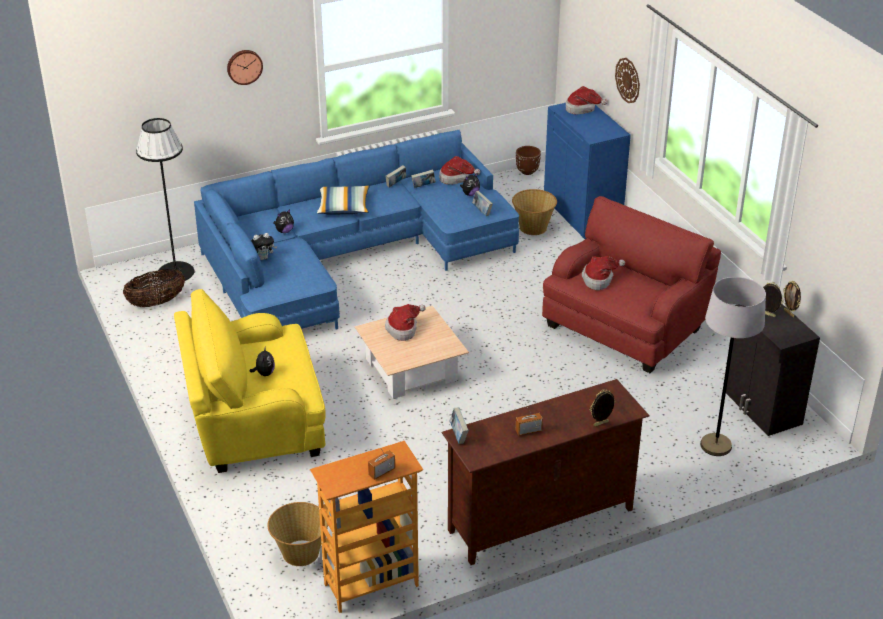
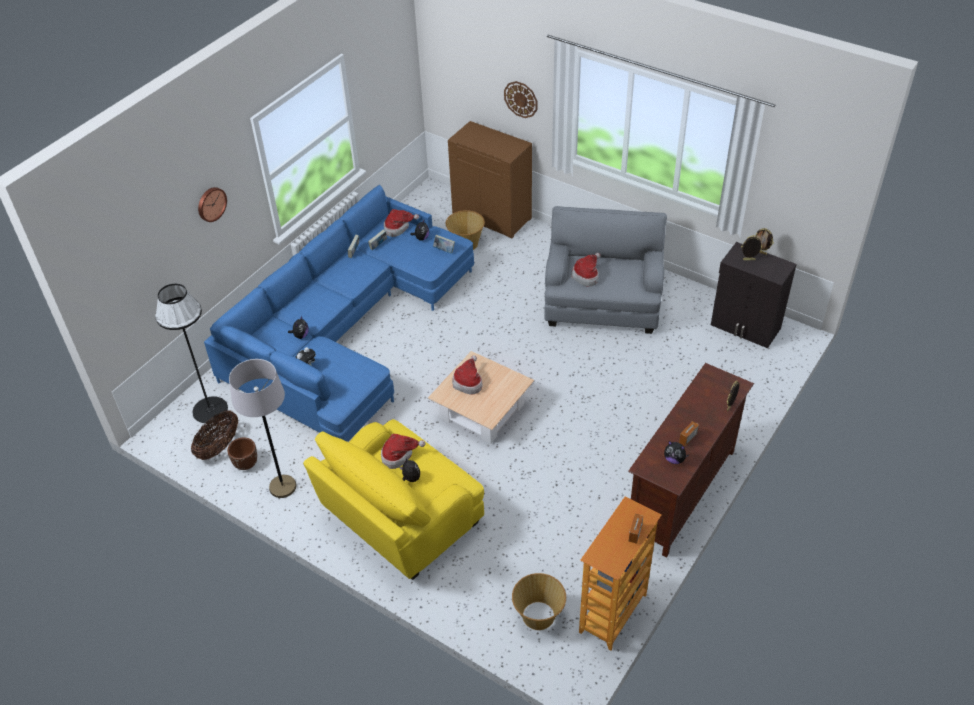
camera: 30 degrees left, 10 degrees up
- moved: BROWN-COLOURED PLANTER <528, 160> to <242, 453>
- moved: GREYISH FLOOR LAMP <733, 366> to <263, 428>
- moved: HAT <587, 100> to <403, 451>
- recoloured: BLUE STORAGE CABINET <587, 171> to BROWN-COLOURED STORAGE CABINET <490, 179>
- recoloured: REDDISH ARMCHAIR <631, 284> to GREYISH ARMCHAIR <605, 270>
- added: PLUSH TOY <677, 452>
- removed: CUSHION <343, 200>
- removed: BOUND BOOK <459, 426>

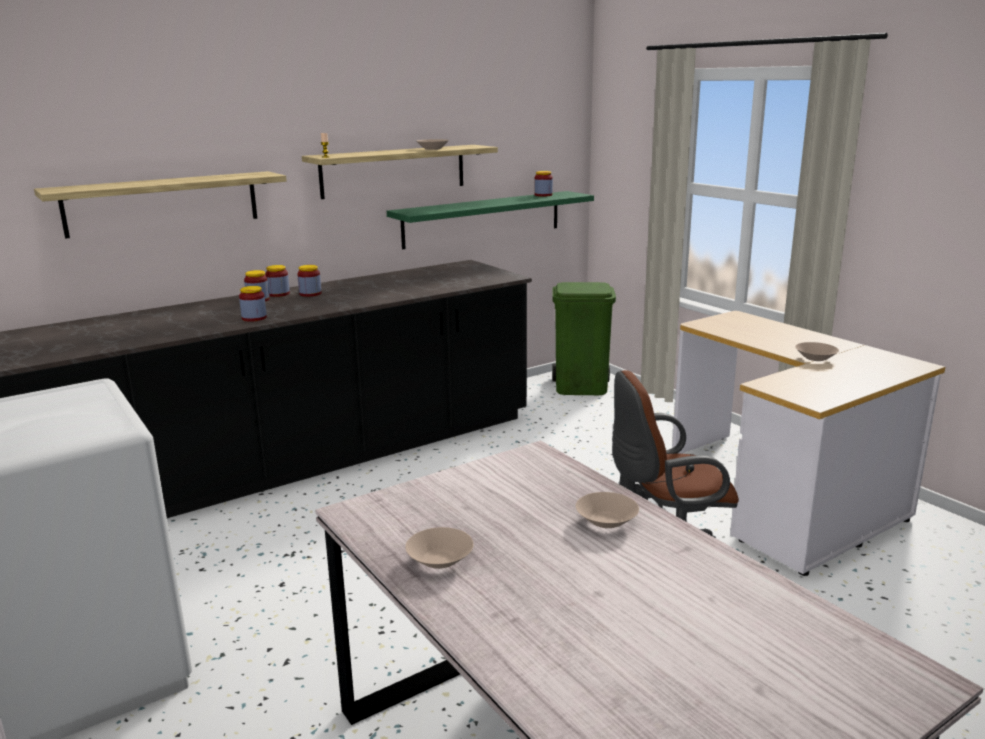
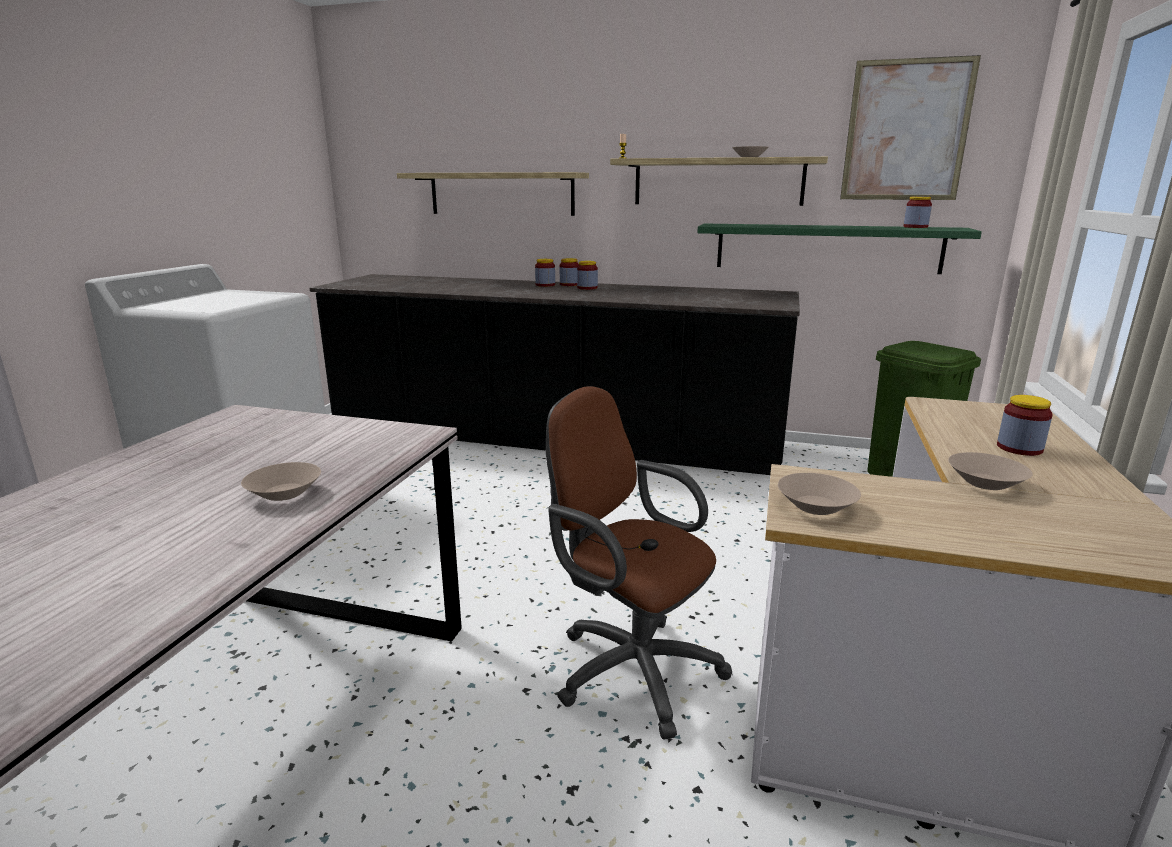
camera: 50 degrees right, 0 degrees up
- moved: BEIGE-COLOURED DEEP DISH <439, 548> to <819, 494>
- added: WALL ART <910, 127>
- moved: PRESERVE JAR <253, 304> to <1025, 425>

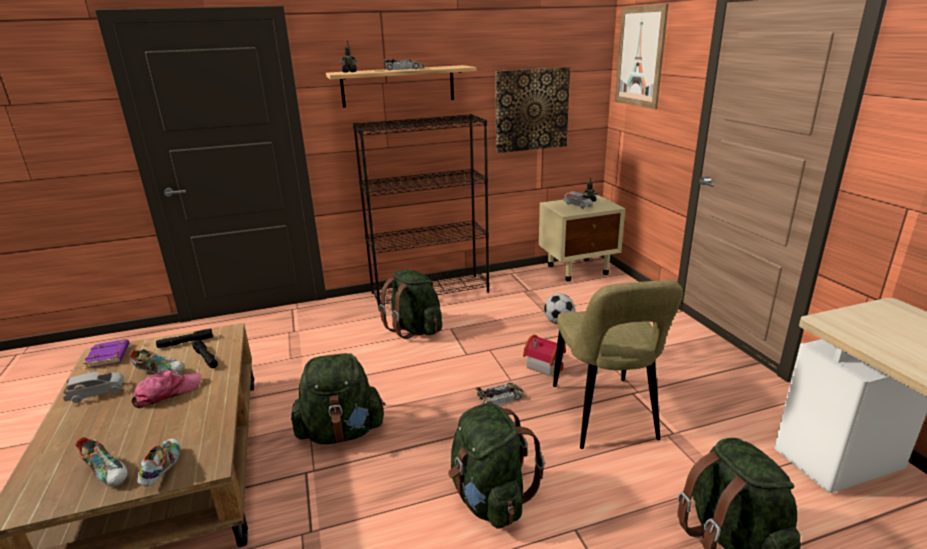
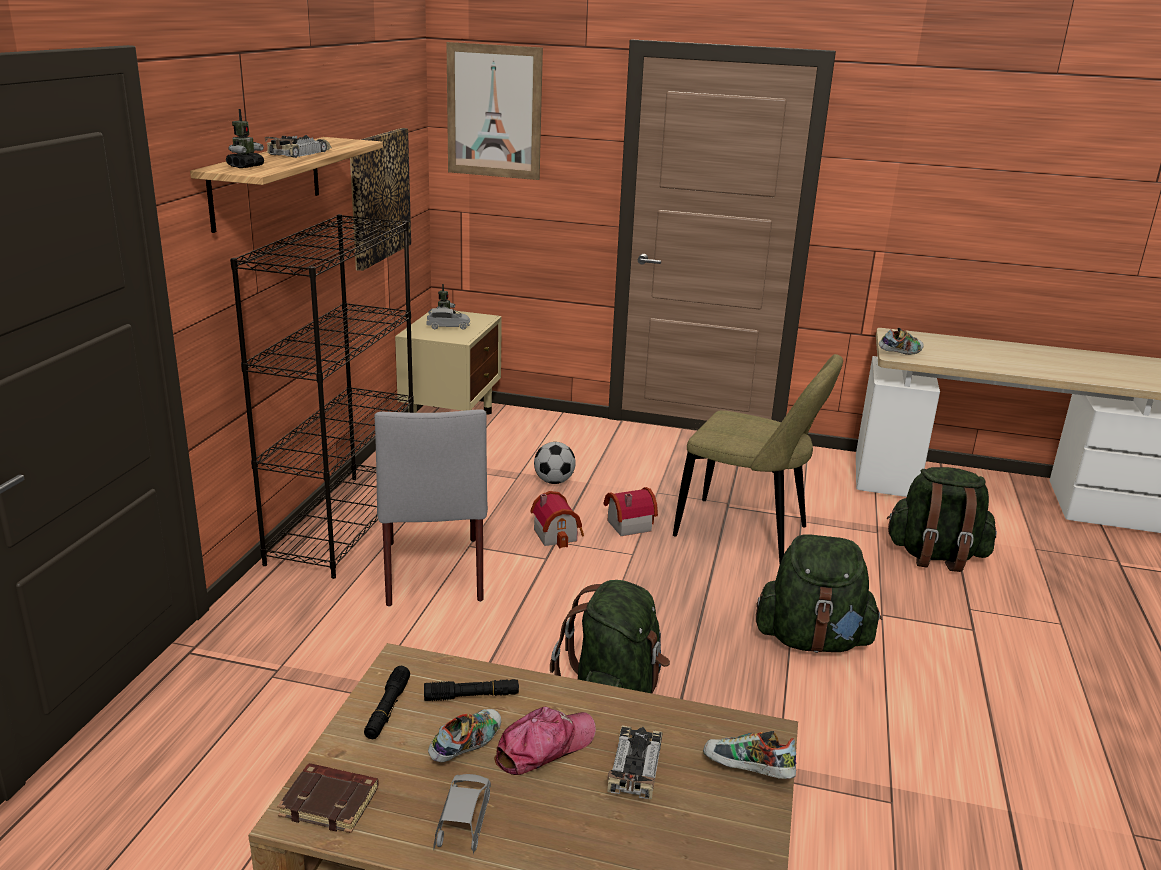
camera: 60 degrees left, 0 degrees up
- recoloured: PURPLISH BOUND BOOK <106, 354> to BROWN-COLOURED BOUND BOOK <328, 798>
- replaced: GREEN-COLOURED BACKPACK <410, 304> to GREYISH PLAIN CHAIR <431, 508>
- turned: PEAKED CAP <166, 388> = <545, 741> 60 degrees clockwise
- added: MINIATURE HOUSE <557, 519>
- moved: TOY CAR <501, 393> to <634, 762>
- moved: ITEM OF FOOTWEAR <101, 462> to <901, 341>

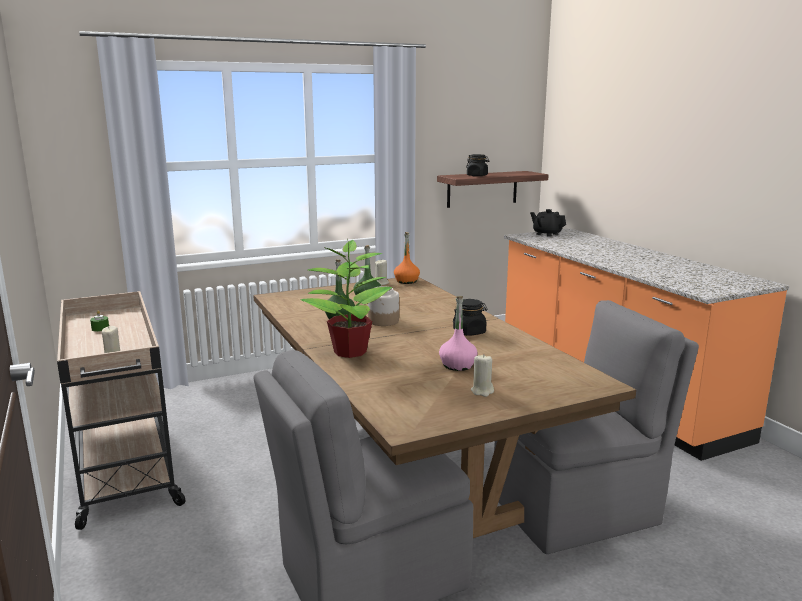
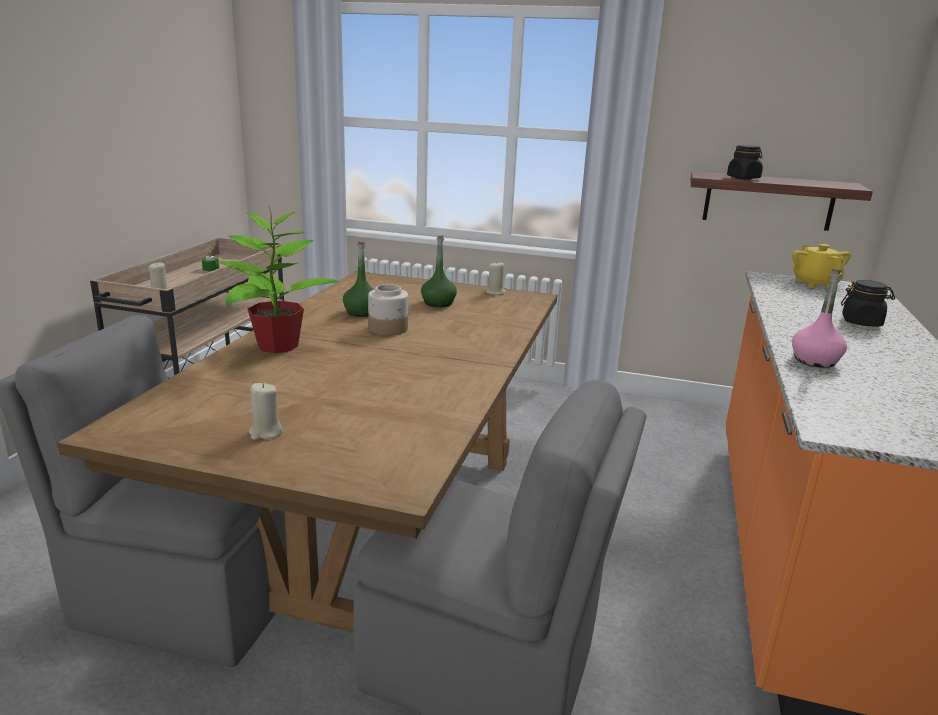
camera: 40 degrees right, 5 degrees up
- recoloured: BLACK-COLOURED TEAPOT <548, 223> to YELLOW TEAPOT <821, 266>
- moved: PINK-COLOURED BOTTLE <458, 333> to <819, 318>
- moved: BLACK-COLOURED PRESERVE JAR <470, 317> to <868, 303>
- removed: ORANGEY BOTTLE <407, 258>

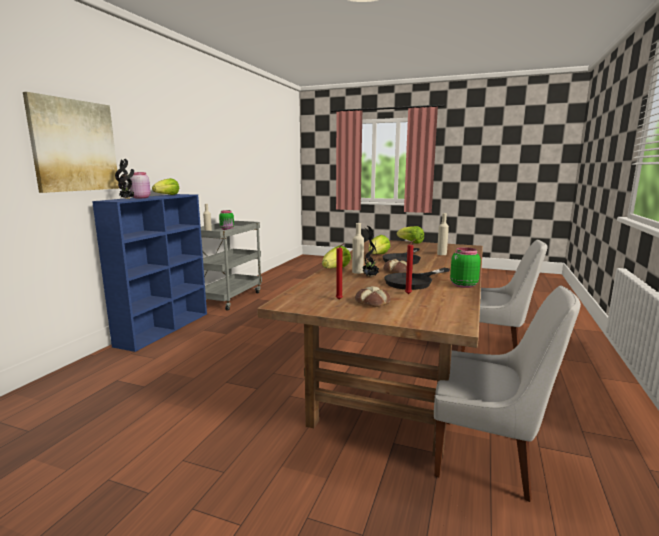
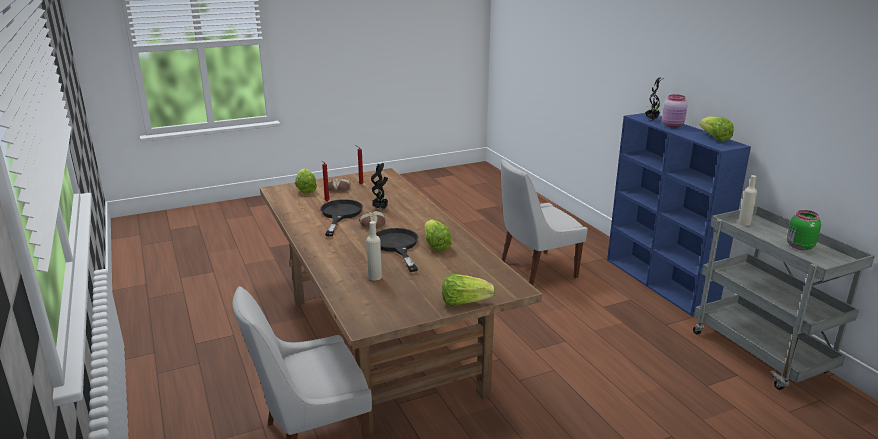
camera: 135 degrees right, 10 degrees up
- moved: LETTUCE HEAD <336, 256> to <306, 181>
- moved: WHITISH PLAIN CHAIR <507, 394> to <544, 222>
- removed: WALL ART <71, 142>
- removed: BEIGE-COLOURED BOTTLE <358, 248>
- removed: GREEN-COLOURED PRESERVE JAR <465, 267>

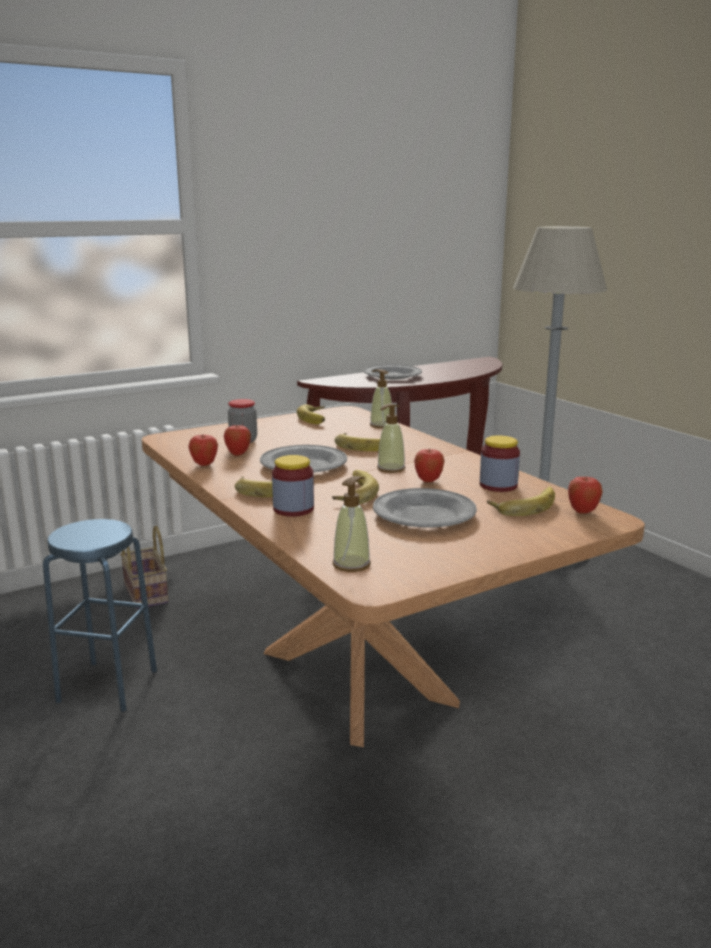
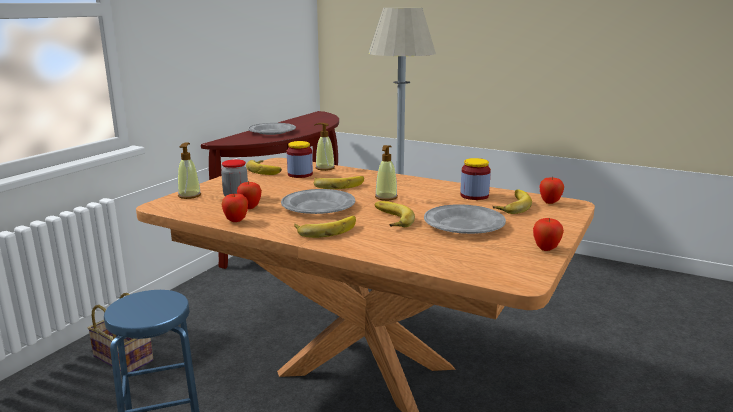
camera: 30 degrees left, 0 degrees up
- moved: SOAP BOTTLE <352, 524> to <189, 171>
- moved: PRESERVE JAR <293, 486> to <300, 159>
- moved: WHOLE APPLE <429, 465> to <548, 234>

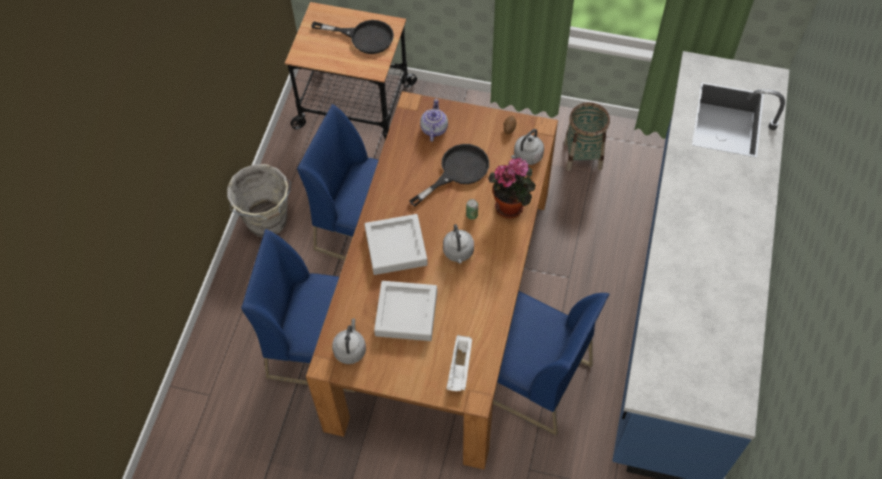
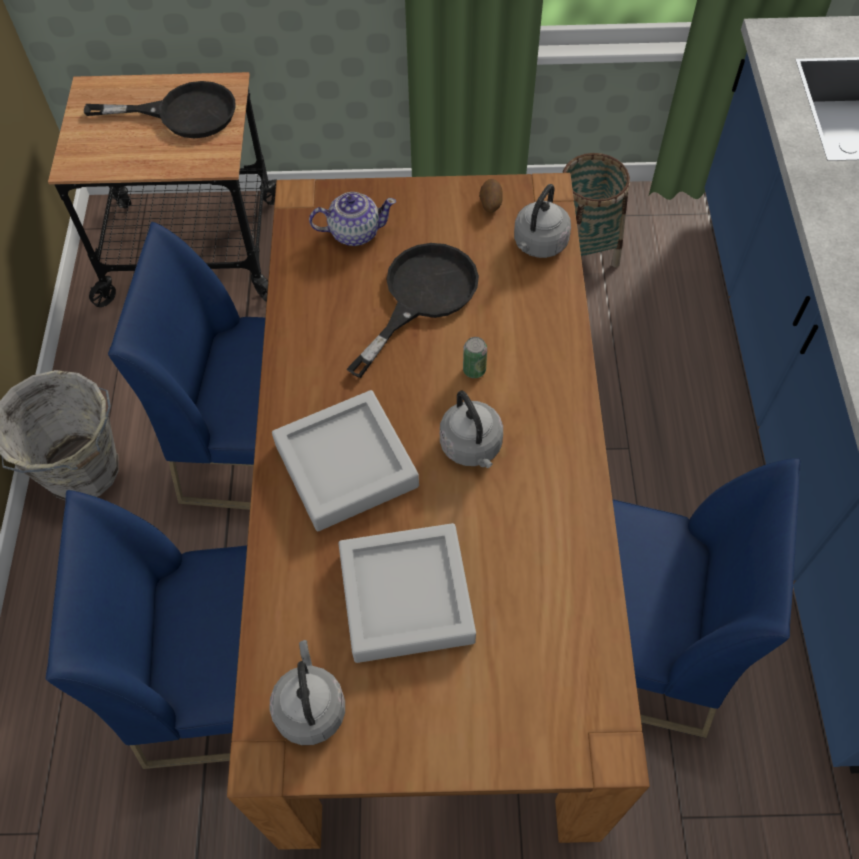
camera: 15 degrees left, 0 degrees up
- turned: TEAPOT <434, 120> = <352, 219> 90 degrees clockwise
- removed: WHITISH SERVING TRAY <459, 363>
- removed: PLANT IN A POT <512, 188>

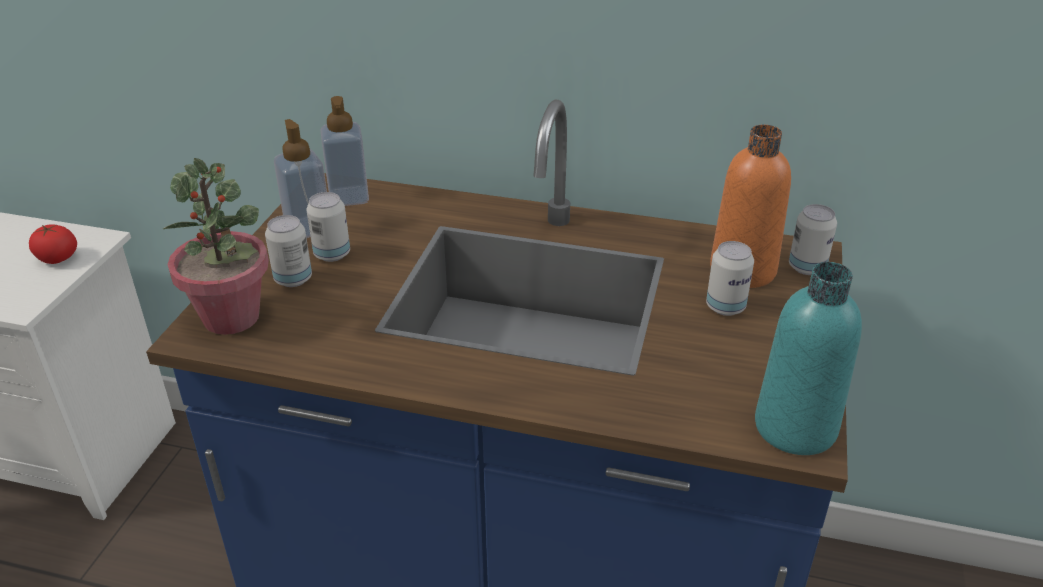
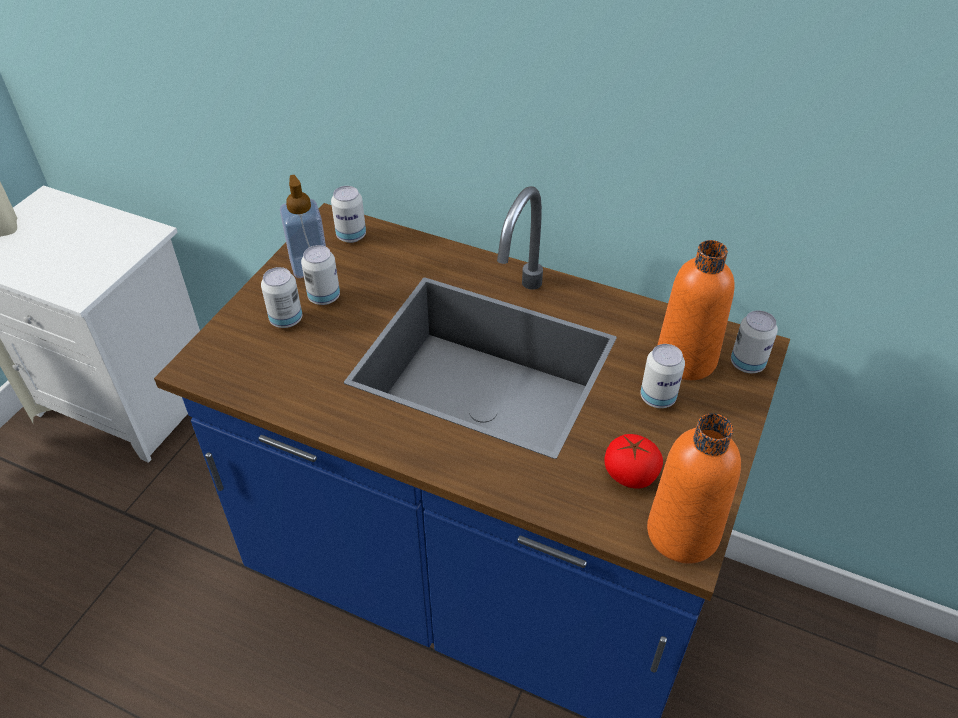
camera: 10 degrees right, 10 degrees up
- replaced: SOAP BOTTLE <345, 151> to SEALED CAN <348, 214>
- moved: FRESH TOMATO <53, 244> to <634, 461>
- recoloured: TURQUOISE-COLOURED BOTTLE <808, 358> to ORANGEY BOTTLE <694, 488>
- removed: PLANT IN A POT <216, 246>

